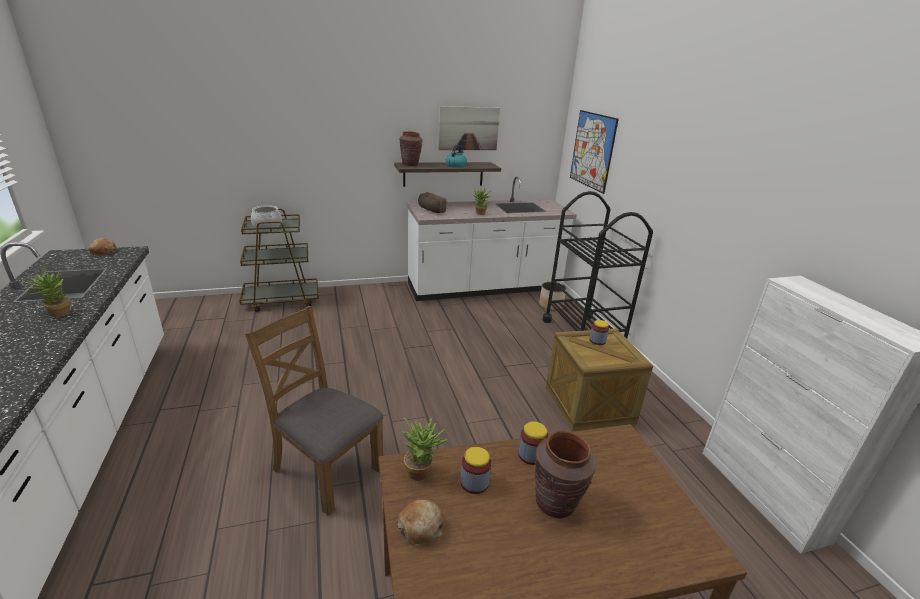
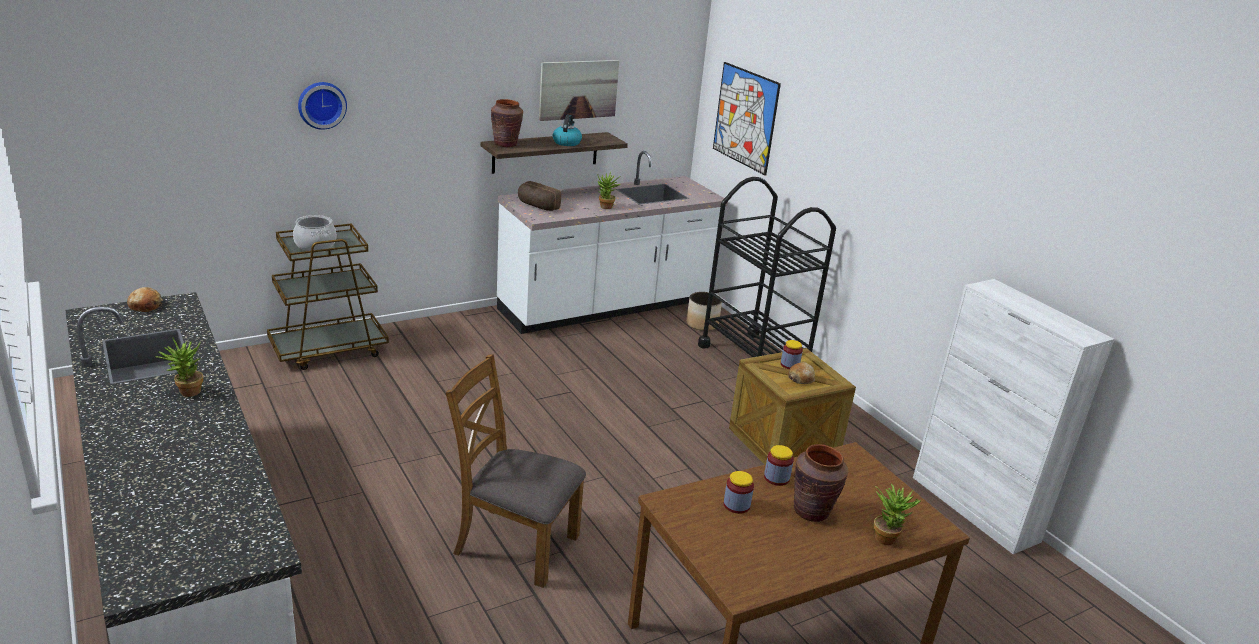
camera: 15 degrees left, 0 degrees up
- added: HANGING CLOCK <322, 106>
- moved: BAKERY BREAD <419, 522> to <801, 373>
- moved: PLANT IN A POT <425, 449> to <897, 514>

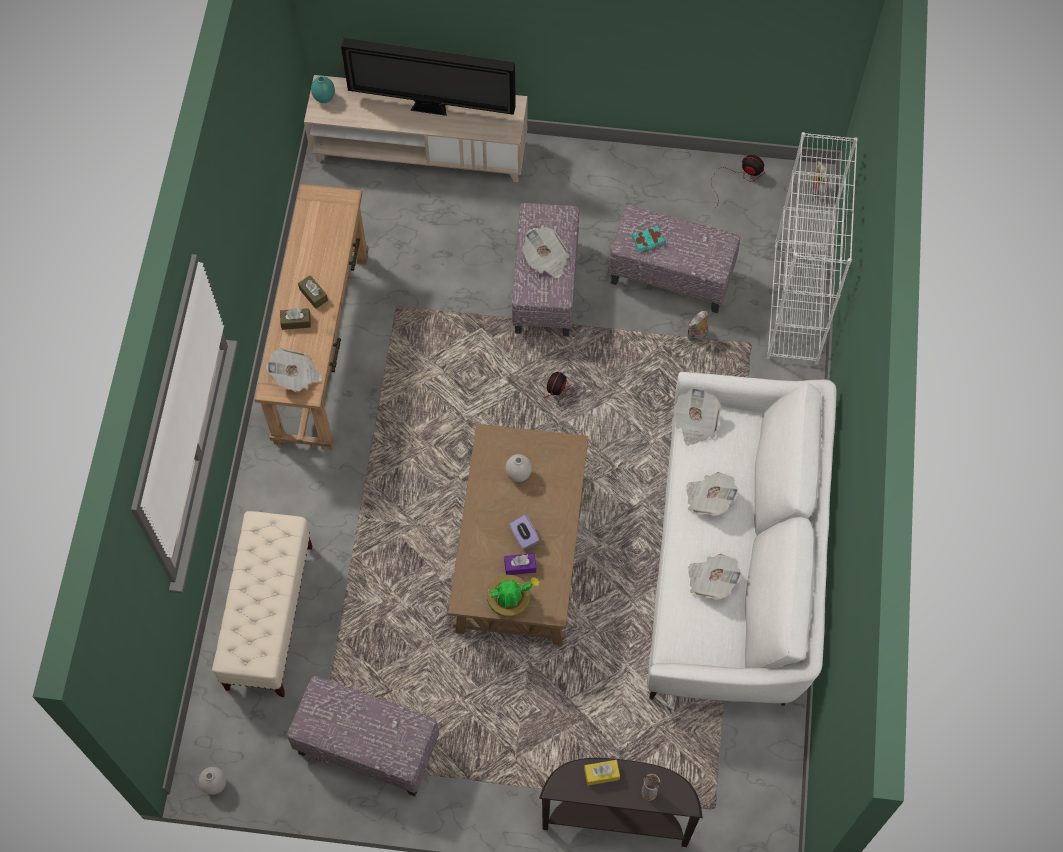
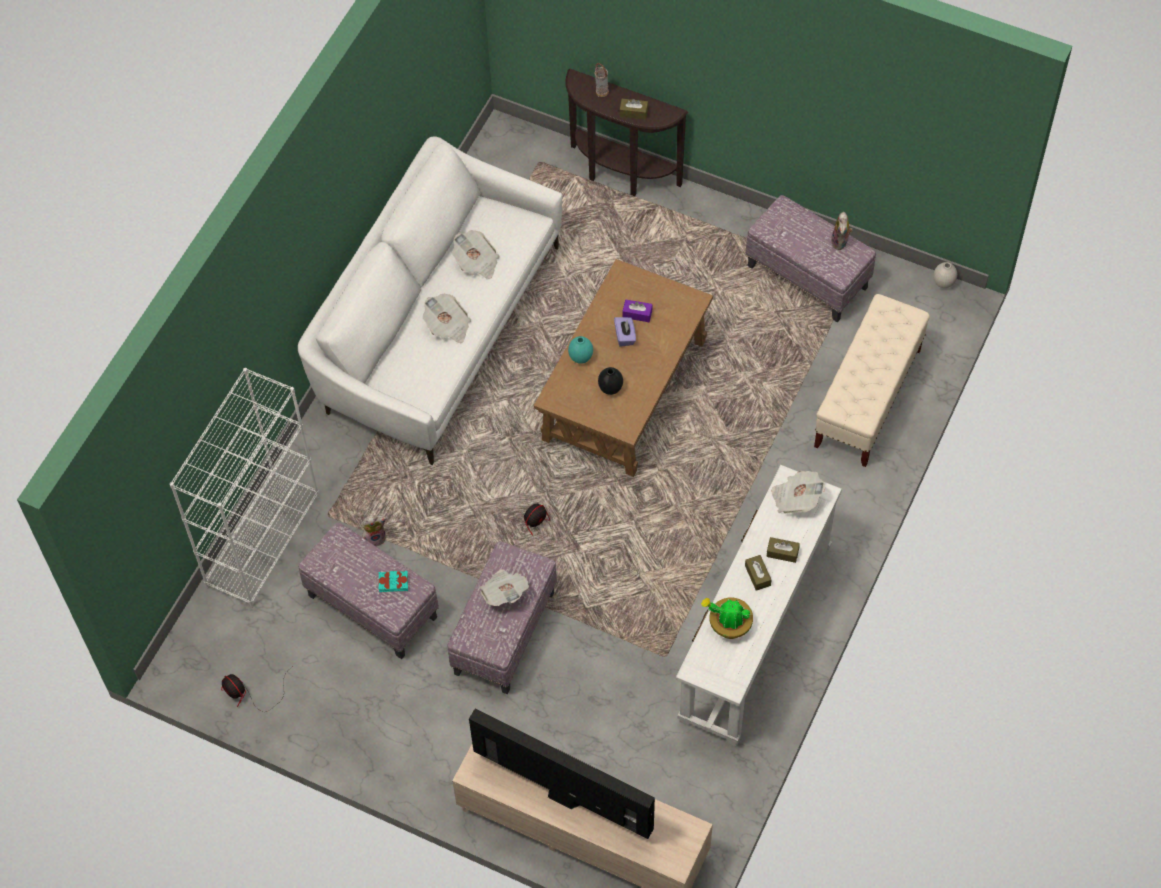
camera: 160 degrees left, 5 degrees down
- moved: TURQUOISE-COLOURED VASE <323, 89> to <580, 350>
- recoloured: WHITISH VASE <518, 468> to BLACK-COLOURED VASE <610, 381>
- recoloured: YELLOW TISSUE HOLDER <602, 773> to BROWN-COLOURED TISSUE HOLDER <633, 109>
- recoloured: BROWN-COLOURED HALL TABLE <311, 317> to WHITISH HALL TABLE <759, 605>
- moved: PLANT IN A POT <513, 596> to <727, 618>
- moved: PLUSH TOY <820, 180> to <842, 231>
- removed: PRINTED PAPER <696, 416>

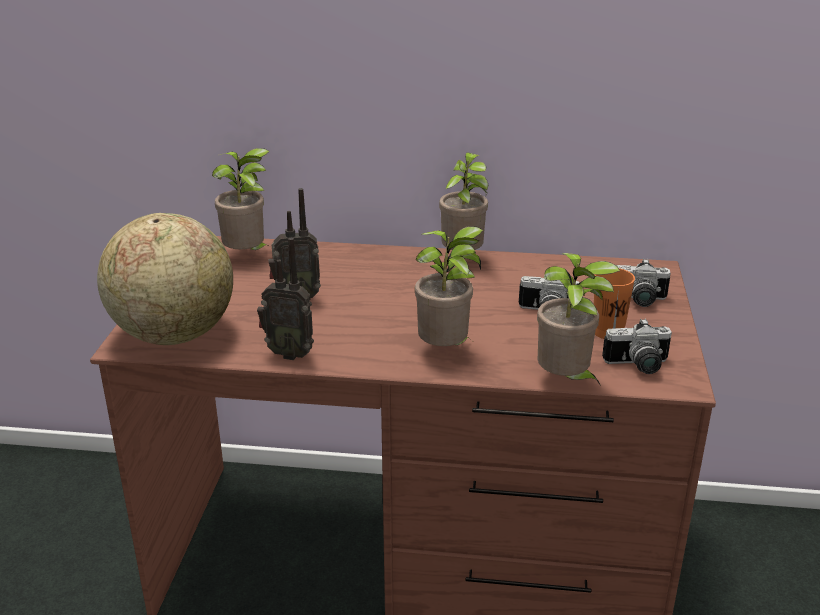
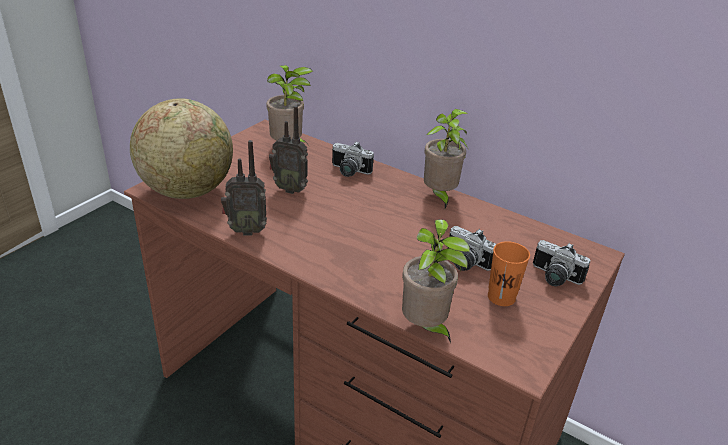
camera: 25 degrees right, 5 degrees up
- turned: RADIO SET <285, 299> = <244, 187> 45 degrees counterclockwise
- moved: PHOTO CAMERA <637, 346> to <353, 159>
- removed: PLANT IN A POT <449, 286>

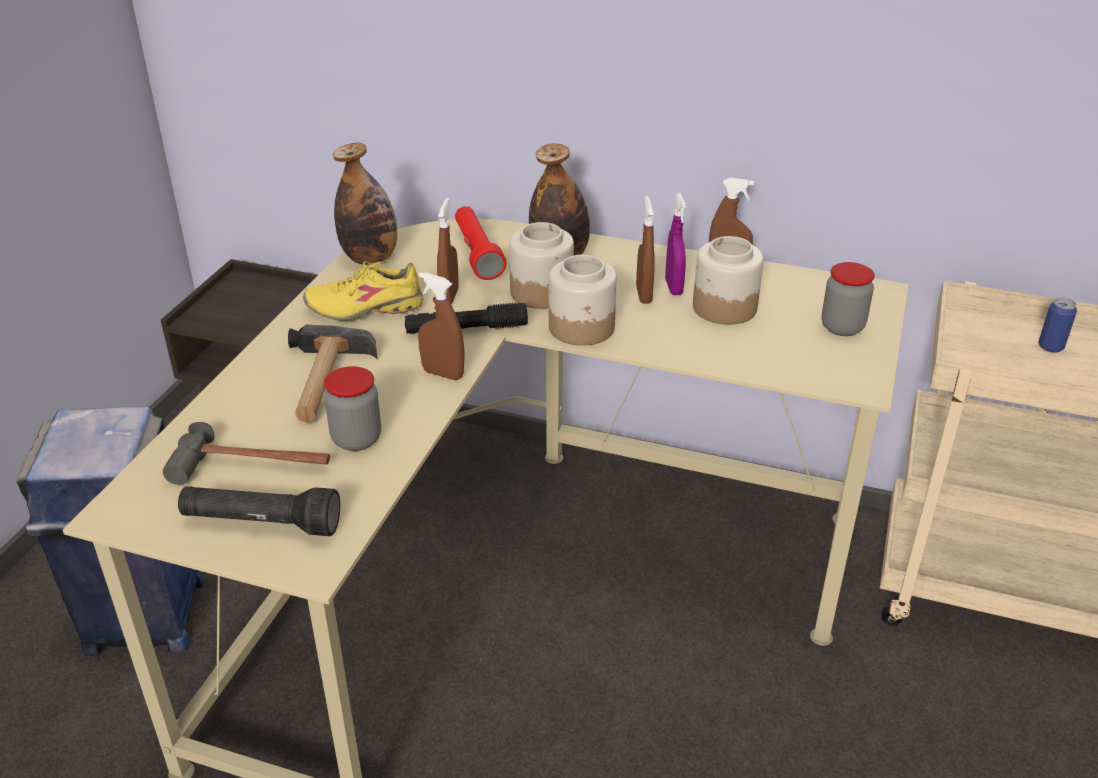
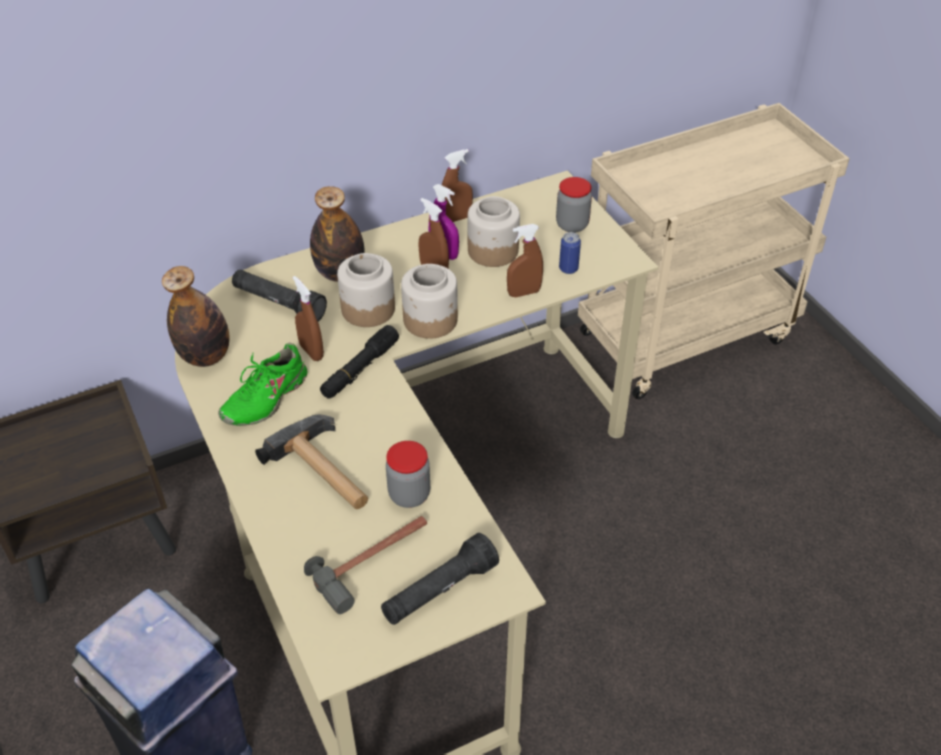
camera: 45 degrees left, 10 degrees up
- recoloured: YELLOW ITEM OF FOOTWEAR <363, 291> to GREEN-COLOURED ITEM OF FOOTWEAR <262, 384>
- recoloured: REDDISH HAND TORCH <480, 243> to BLACK-COLOURED HAND TORCH <279, 296>
- moved: BROWN-COLOURED SPRAY BOTTLE <441, 326> to <525, 260>
- moved: SEALED CAN <1057, 325> to <570, 253>

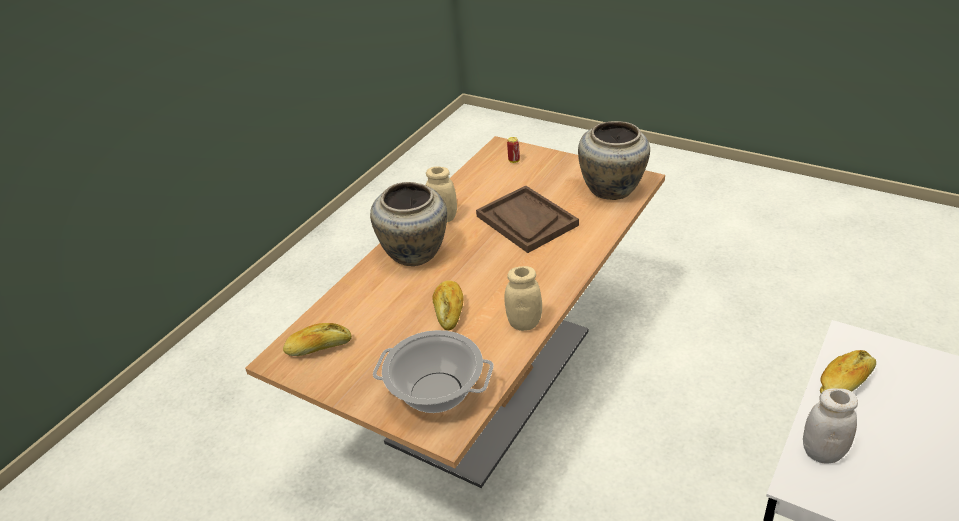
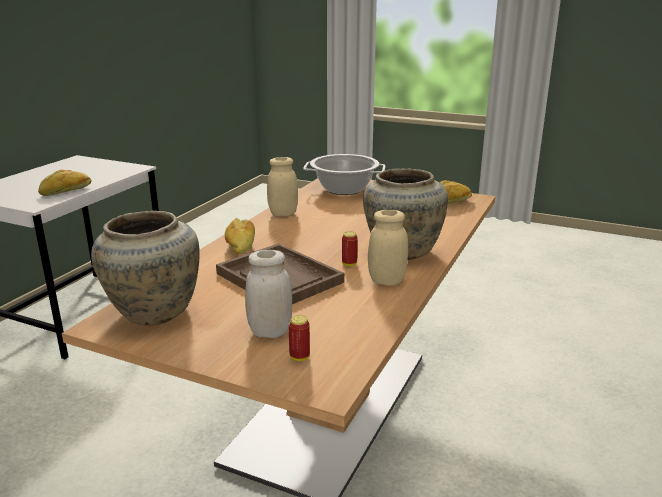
camera: 170 degrees right, 15 degrees down
- moved: BAKERY BREAD <447, 305> to <240, 236>
- moved: WHITISH PRESERVE JAR <830, 425> to <268, 294>
- added: SEALED CAN <350, 248>

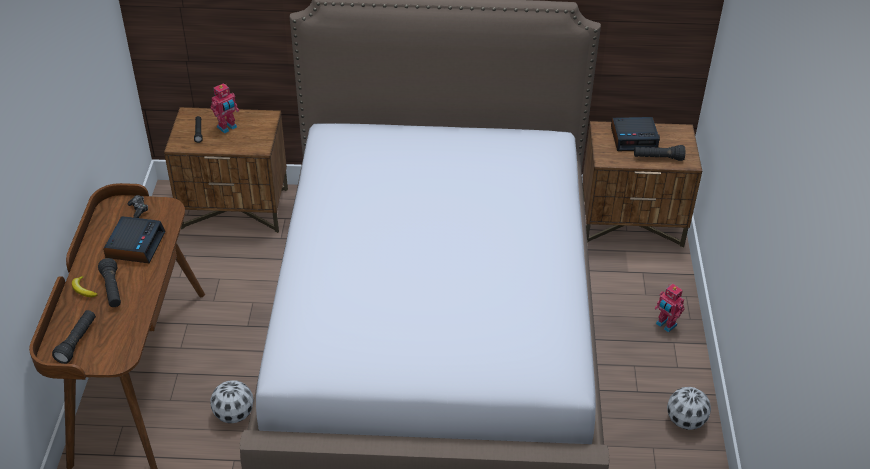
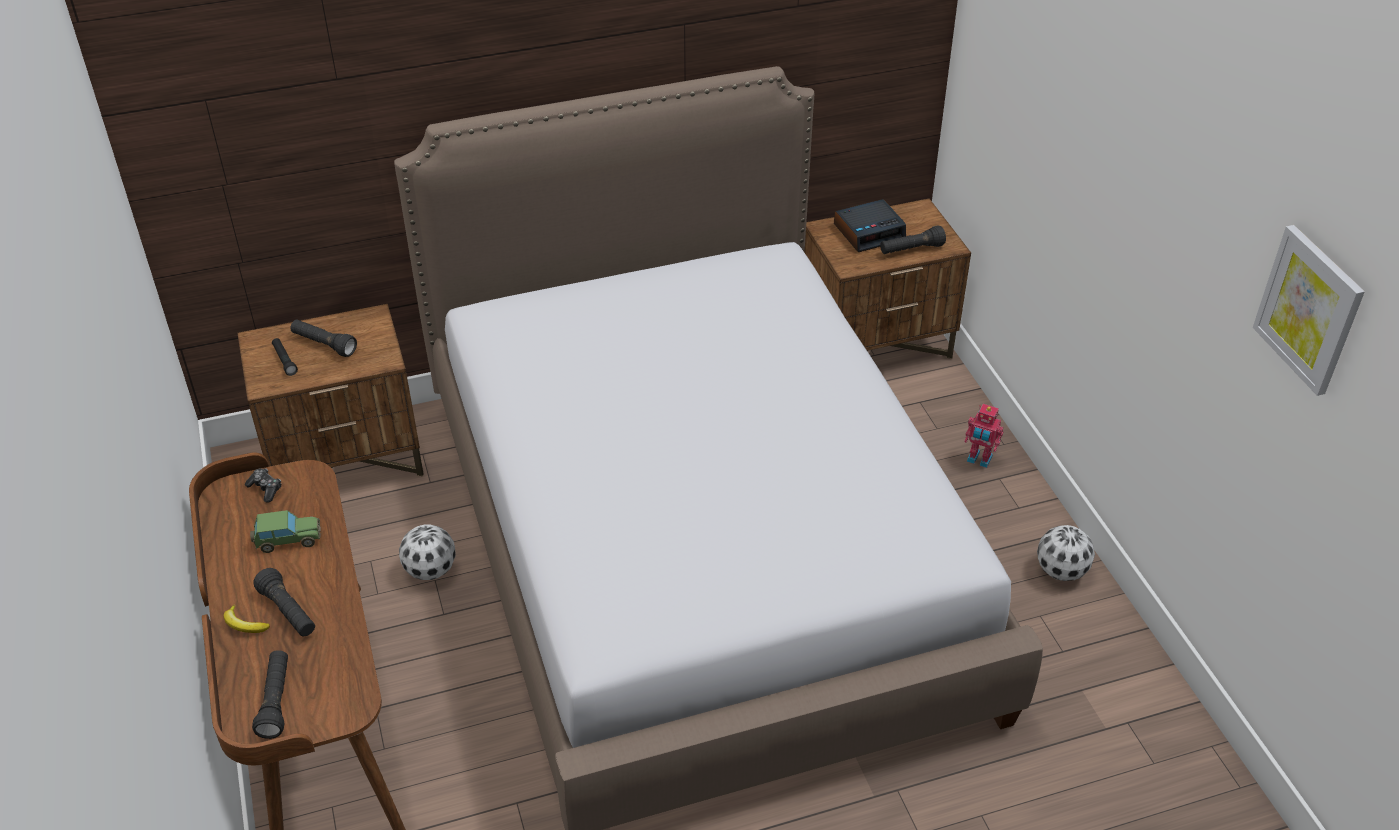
camera: 20 degrees left, 0 degrees up
- replaced: BEDSIDE CLOCK <134, 239> to TOY CAR <285, 531>
- replaced: MODEL ROBOT <225, 108> to BLACK-COLOURED HAND TORCH <324, 338>
- moved: BALL FOR FOOTBALL <231, 401> to <427, 552>
- added: WALL ART <1309, 310>

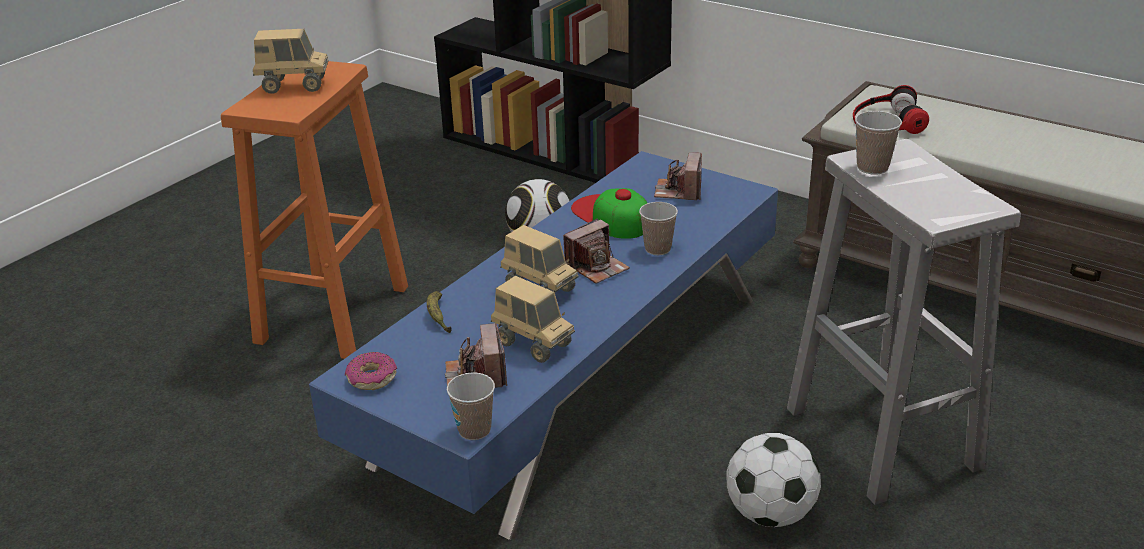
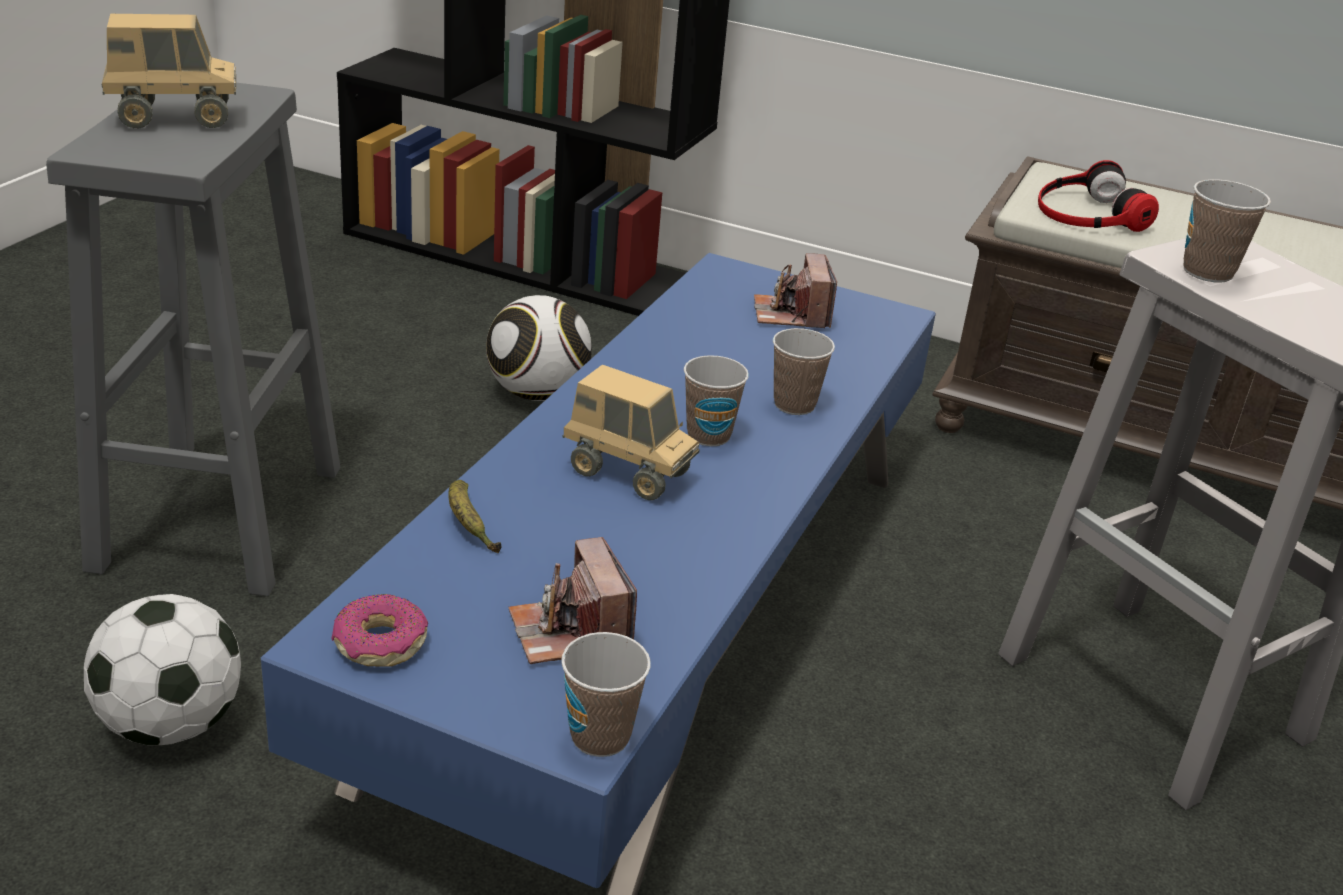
camera: 15 degrees left, 0 degrees up
- recoloured: ORANGEY STOOL SEAT <314, 210> to GREYISH STOOL SEAT <193, 339>
- moved: BALL FOR FOOTBALL <773, 480> to <162, 669>
- replaced: PHOTO CAMERA <596, 250> to DRINKING CUP <716, 401>
- removed: TOY TRUCK <533, 319>
- removed: PEAKED CAP <609, 213>

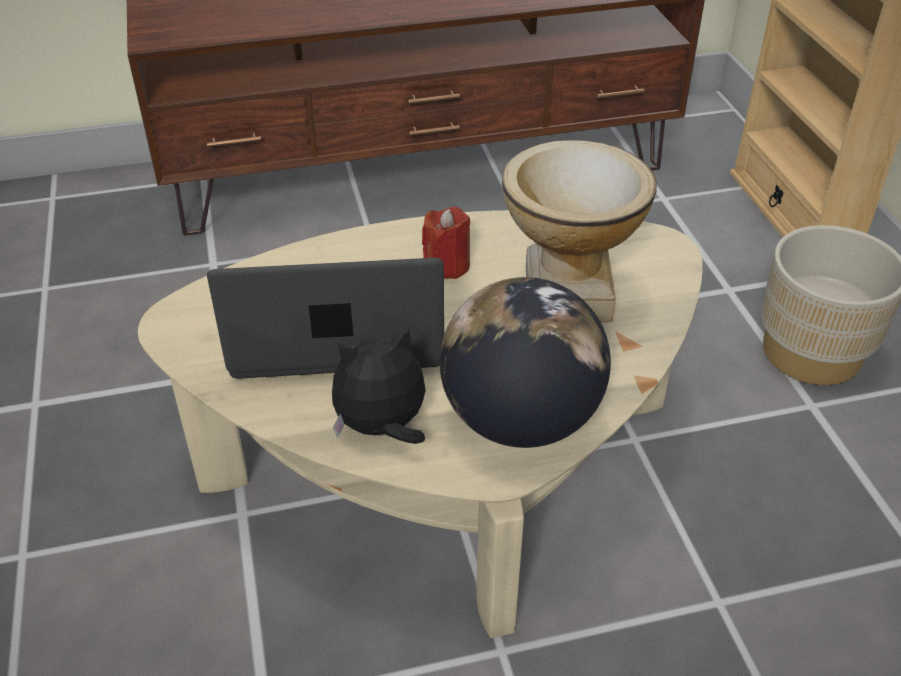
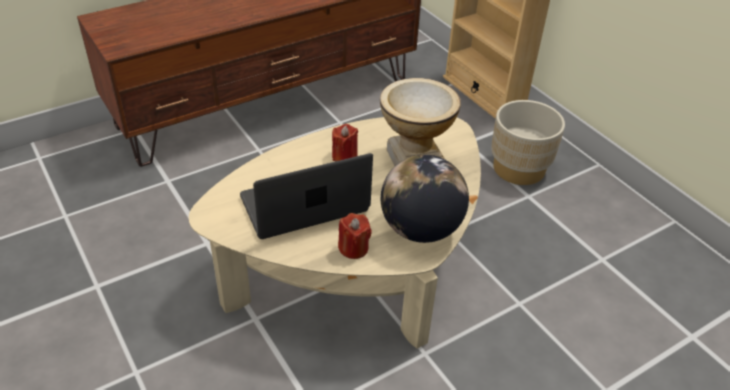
camera: 20 degrees left, 0 degrees up
- replaced: PLUSH TOY <379, 385> to REDDISH WAX CANDLE <355, 236>

